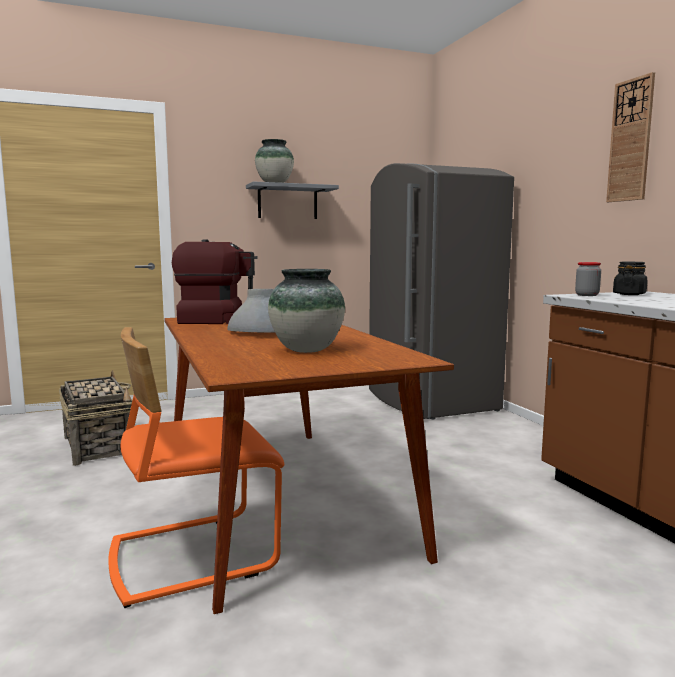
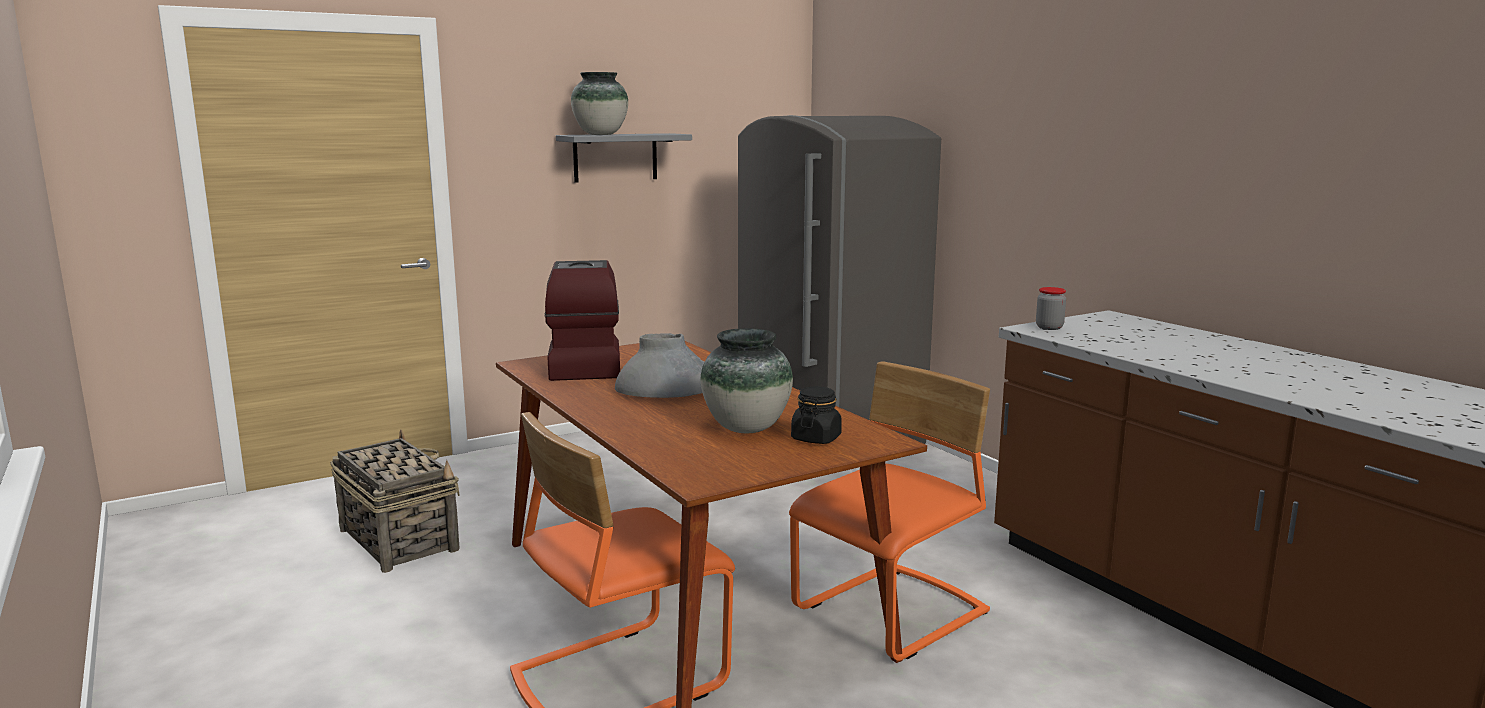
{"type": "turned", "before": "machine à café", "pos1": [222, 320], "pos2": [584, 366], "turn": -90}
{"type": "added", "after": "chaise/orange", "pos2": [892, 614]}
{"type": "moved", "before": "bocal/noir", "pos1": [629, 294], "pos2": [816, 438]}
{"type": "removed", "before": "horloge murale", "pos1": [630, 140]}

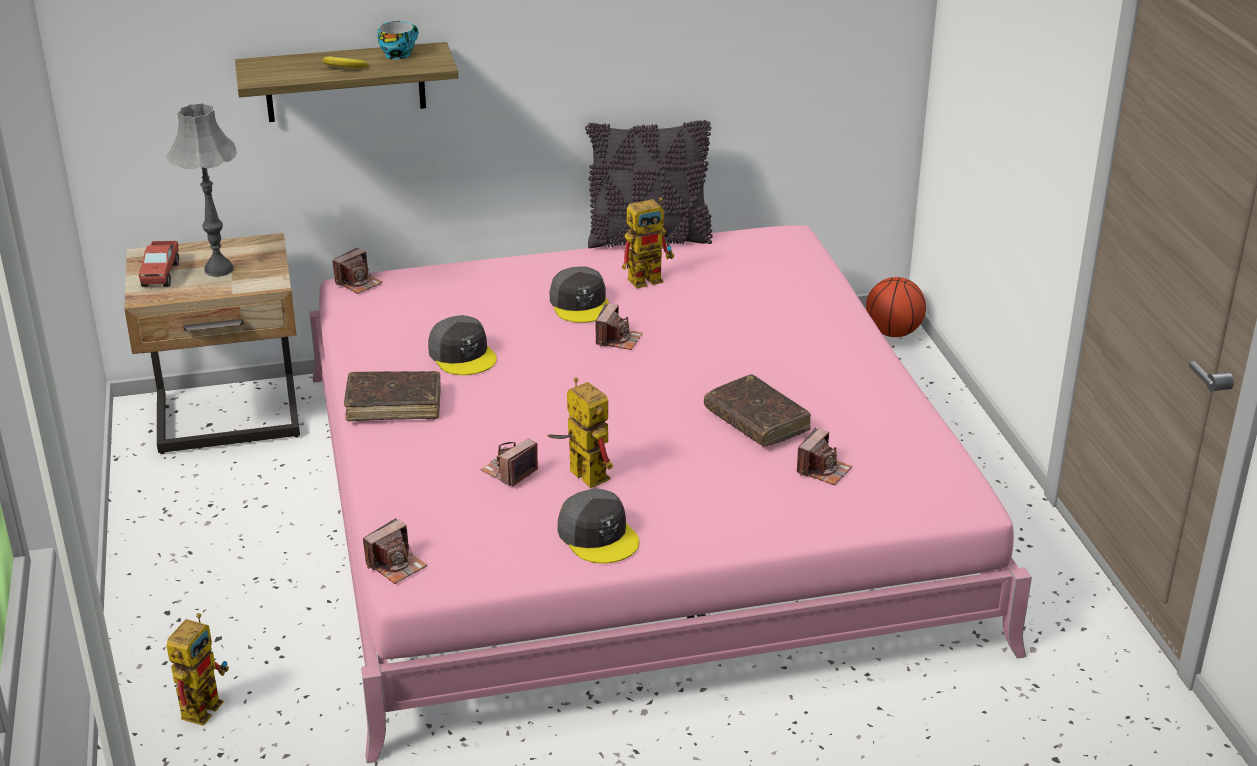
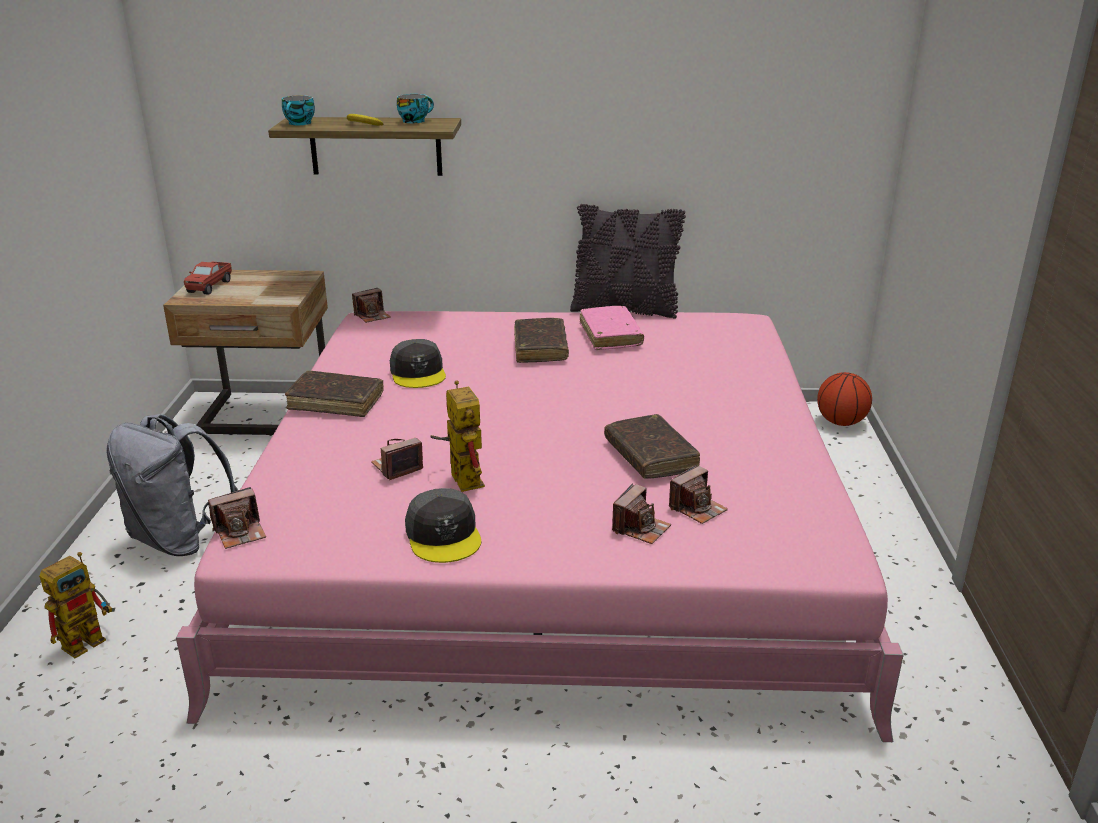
{"type": "added", "after": "sac à dos/gris", "pos2": [179, 539]}
{"type": "added", "after": "tasse", "pos2": [300, 124]}
{"type": "replaced", "before": "casquette/gris", "after": "livre/marron", "pos1": [580, 304], "pos2": [540, 348]}
{"type": "replaced", "before": "robot jouet", "after": "livre/rose", "pos1": [650, 277], "pos2": [610, 335]}
{"type": "moved", "before": "appareil photo", "pos1": [618, 339], "pos2": [640, 528]}
{"type": "removed", "before": "lampe de table/gris", "pos1": [218, 269]}

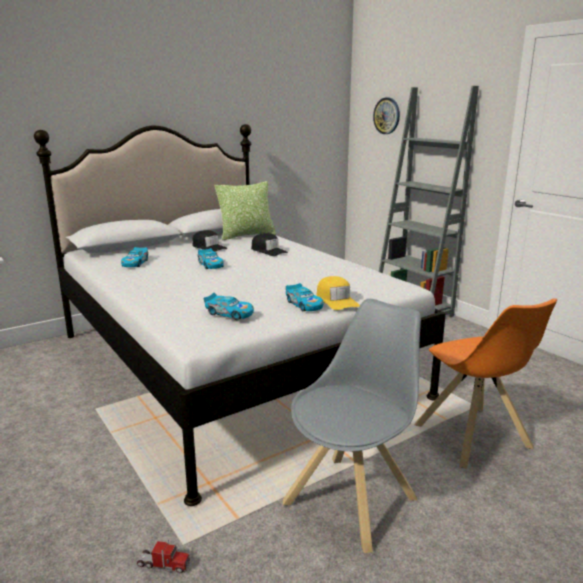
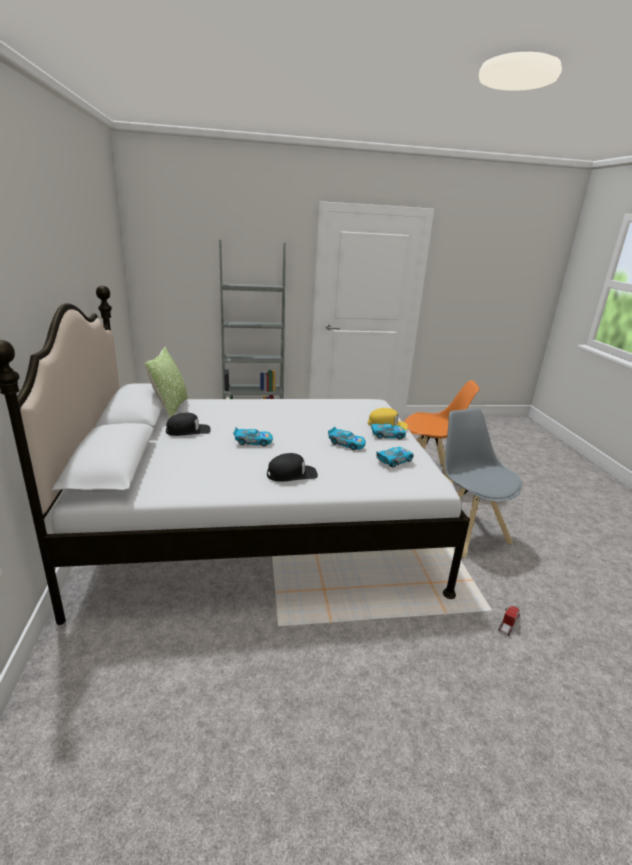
{"type": "moved", "before": "casquette/noir", "pos1": [268, 251], "pos2": [292, 474]}
{"type": "moved", "before": "petite voiture", "pos1": [135, 263], "pos2": [346, 444]}
{"type": "removed", "before": "horloge murale", "pos1": [387, 116]}

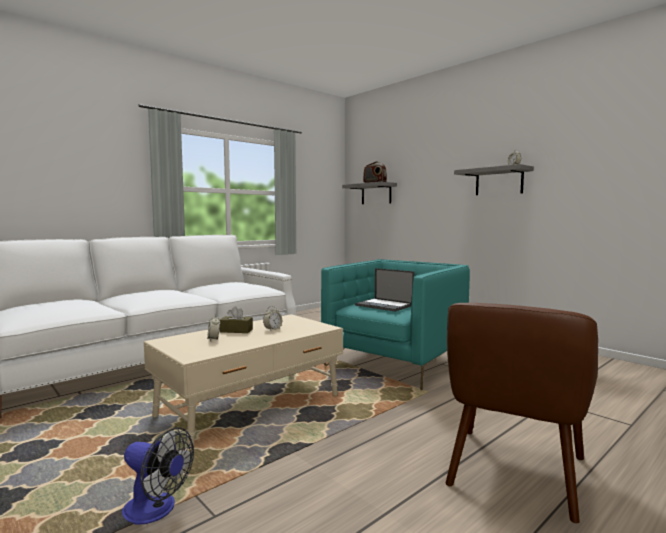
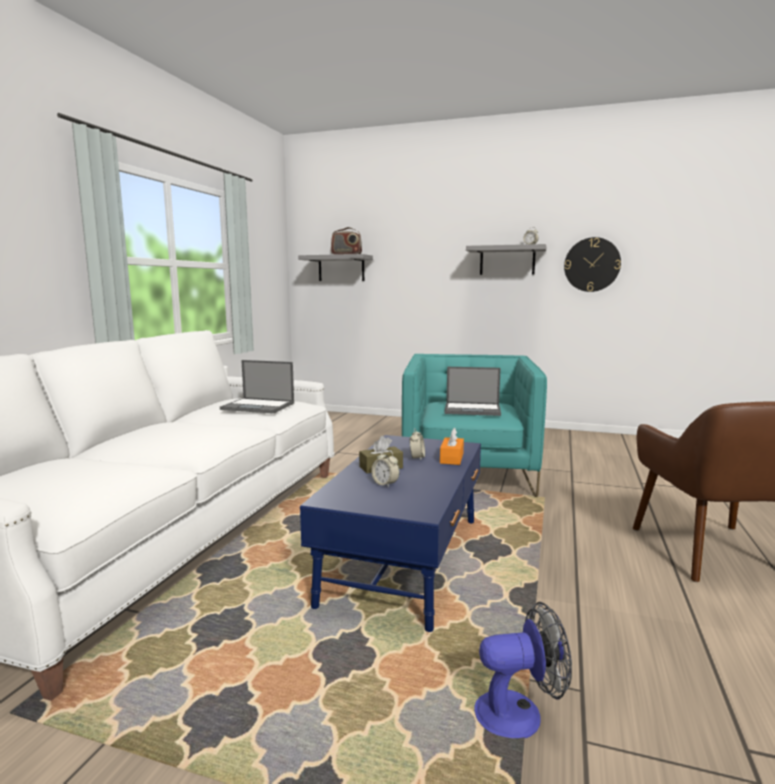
{"type": "added", "after": "ordinateur portable", "pos2": [259, 406]}
{"type": "recoloured", "before": "table basse/beige", "after": "table basse/bleu", "pos1": [251, 405], "pos2": [404, 558]}
{"type": "added", "after": "boîte à mouchoirs/orange", "pos2": [451, 458]}
{"type": "added", "after": "horloge murale", "pos2": [592, 264]}

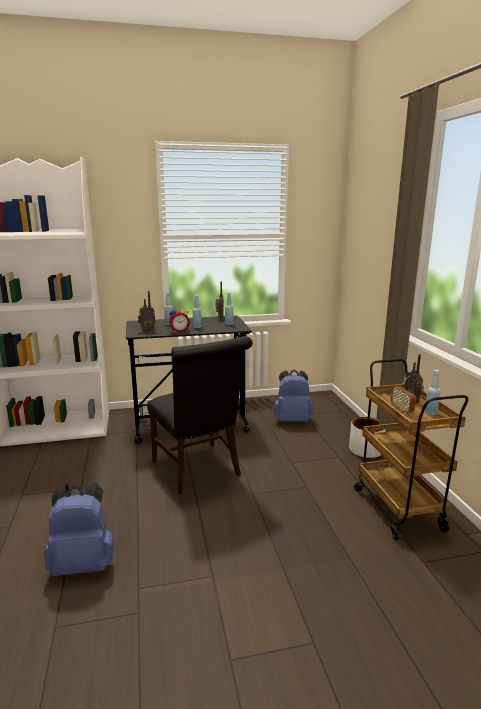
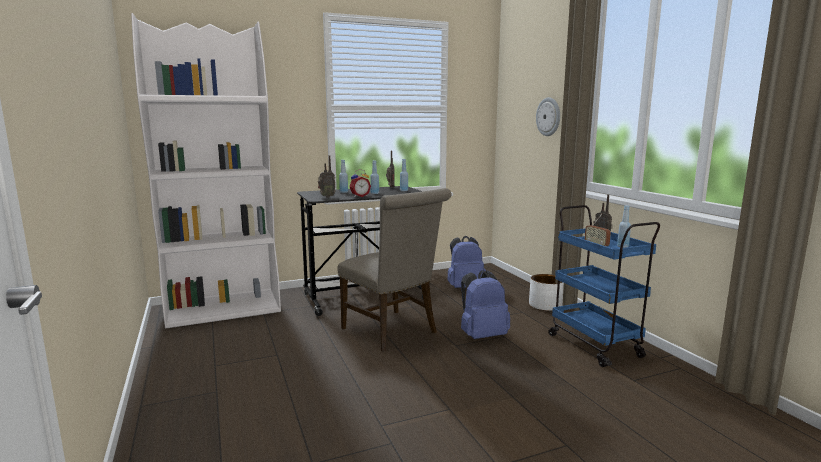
{"type": "recoloured", "before": "chaise/noir", "after": "chaise/beige", "pos1": [199, 470], "pos2": [393, 332]}
{"type": "moved", "before": "sac à dos/bleu", "pos1": [84, 563], "pos2": [482, 336]}
{"type": "added", "after": "horloge murale", "pos2": [548, 117]}
{"type": "recoloured", "before": "chariot/marron", "after": "chariot/bleu", "pos1": [398, 510], "pos2": [595, 346]}

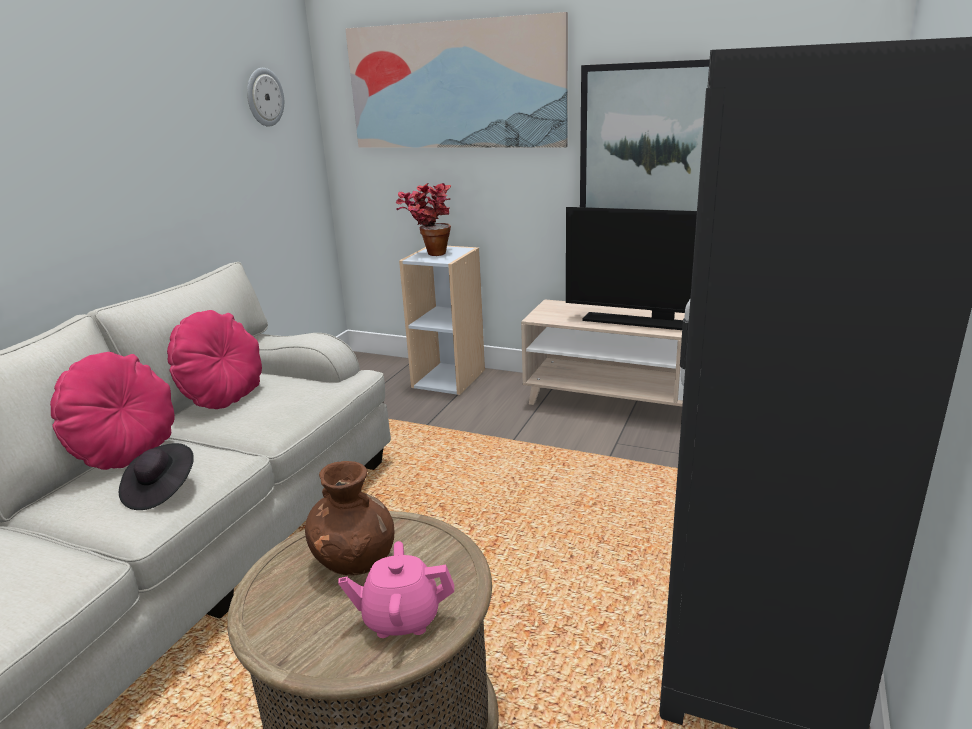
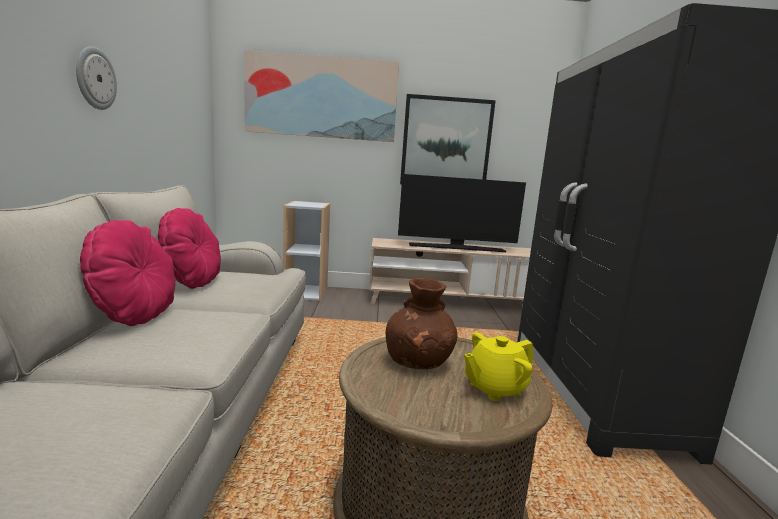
{"type": "moved", "before": "horloge murale", "pos1": [264, 97], "pos2": [95, 78]}
{"type": "recoloured", "before": "théière/rose", "after": "théière/jaune", "pos1": [401, 618], "pos2": [494, 388]}
{"type": "removed", "before": "chapeau/noir", "pos1": [160, 491]}
{"type": "removed", "before": "plante en pot", "pos1": [429, 254]}

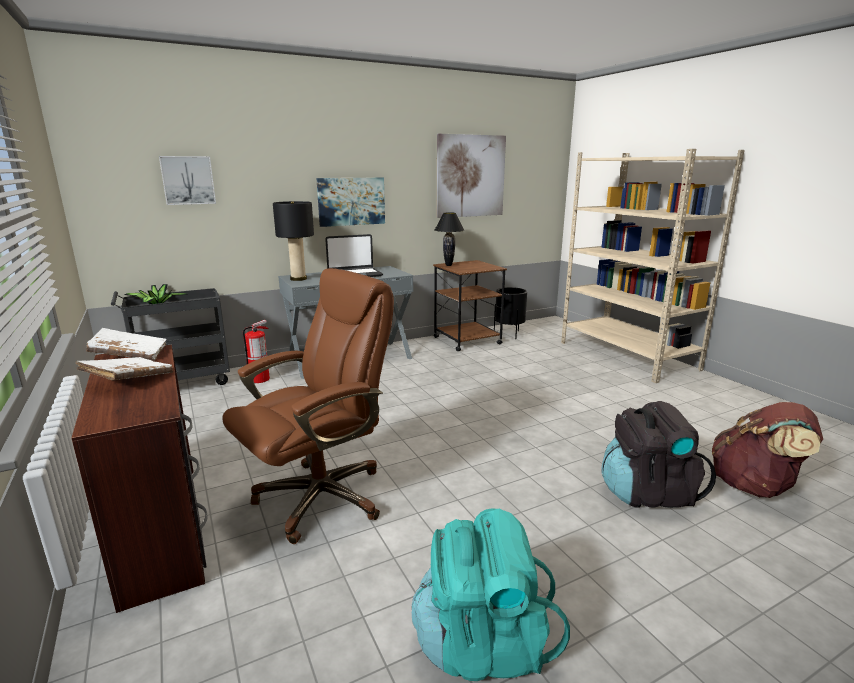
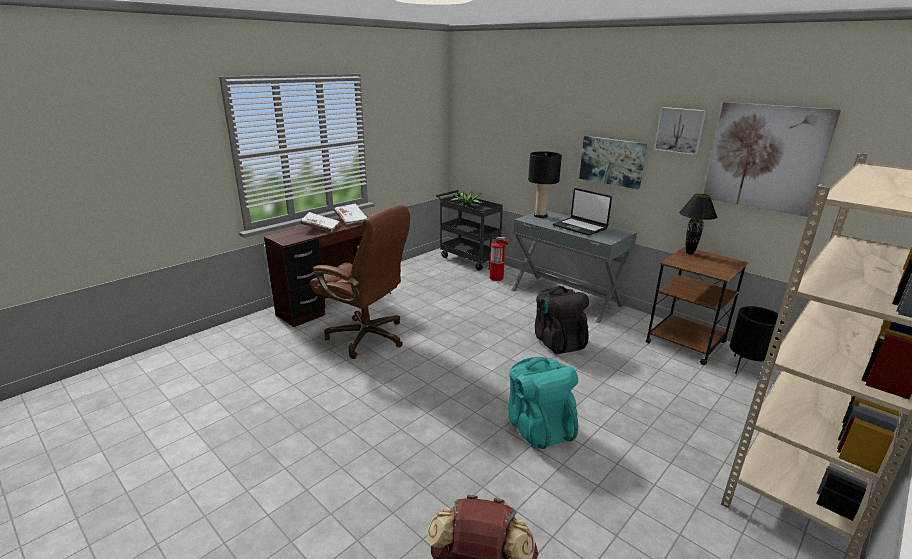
{"type": "moved", "before": "sac à dos/turquoise", "pos1": [482, 643], "pos2": [538, 427]}
{"type": "moved", "before": "sac à dos/noir", "pos1": [647, 493], "pos2": [557, 341]}
{"type": "moved", "before": "tableau", "pos1": [188, 180], "pos2": [680, 130]}

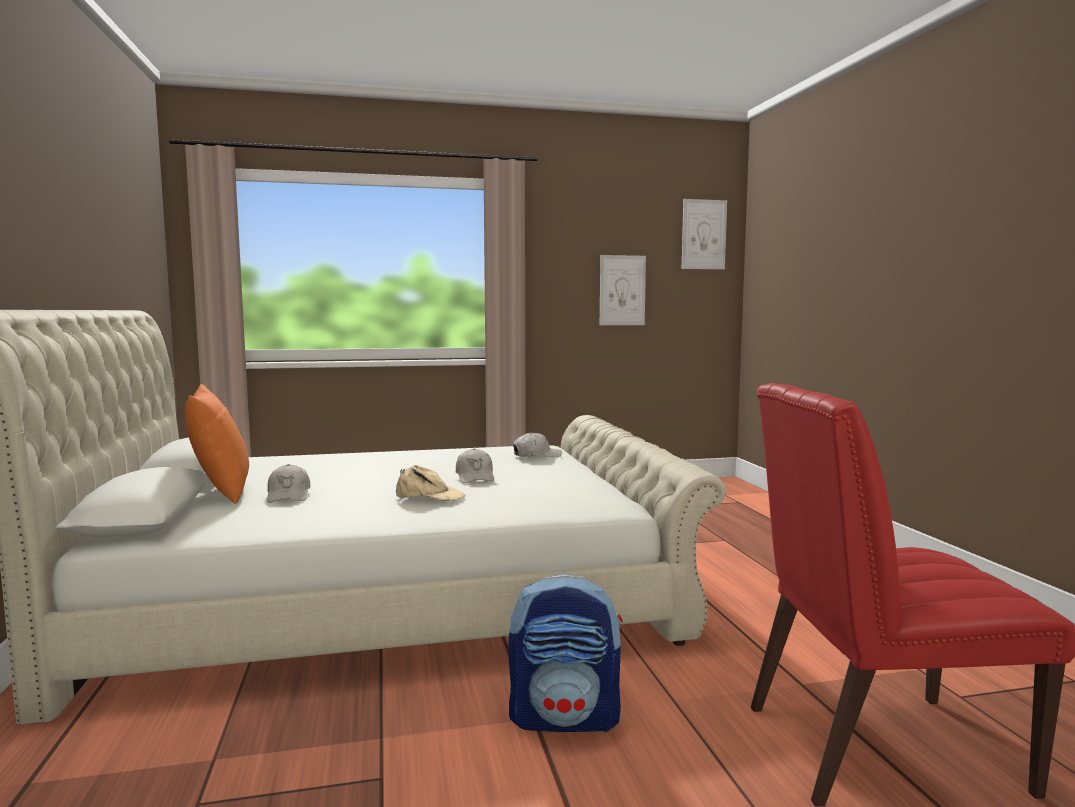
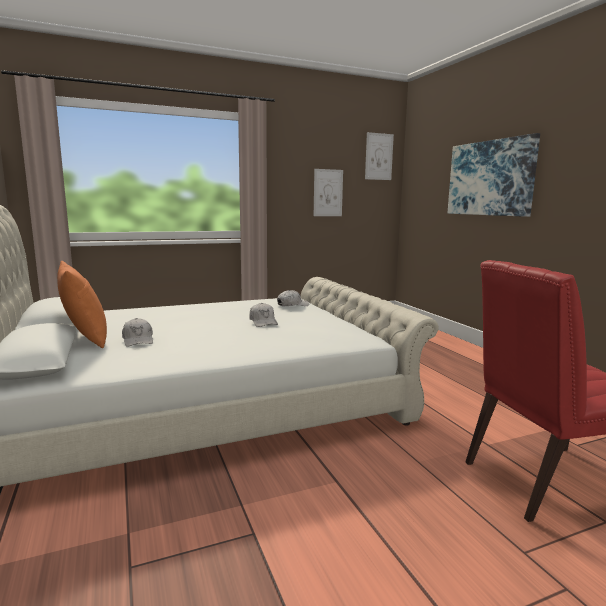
{"type": "added", "after": "tableau", "pos2": [490, 178]}
{"type": "removed", "before": "casquette/beige", "pos1": [430, 496]}
{"type": "removed", "before": "sac à dos", "pos1": [565, 718]}

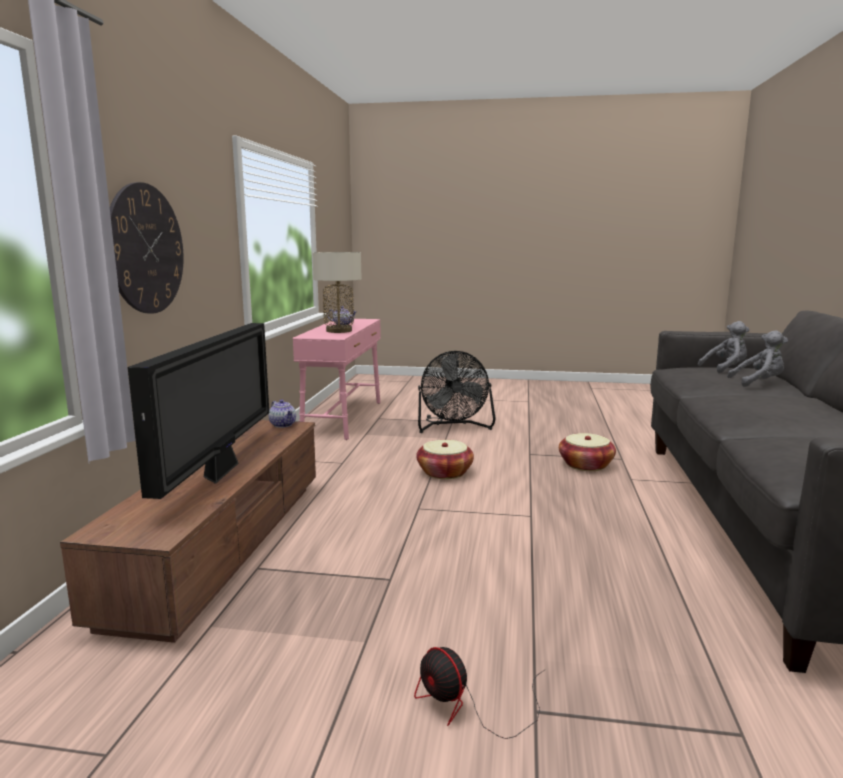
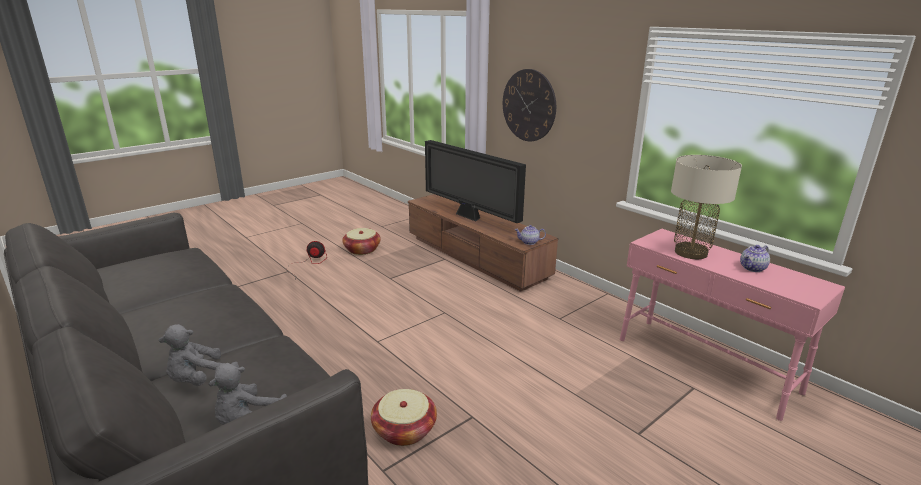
{"type": "moved", "before": "panier", "pos1": [445, 473], "pos2": [362, 250]}
{"type": "removed", "before": "ventilateur/noir", "pos1": [450, 427]}

